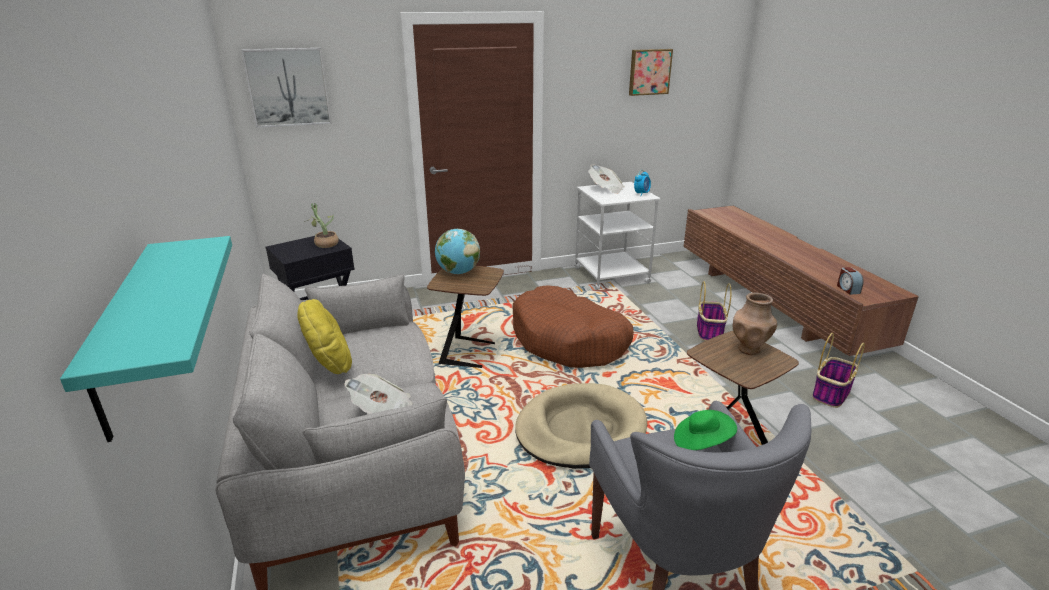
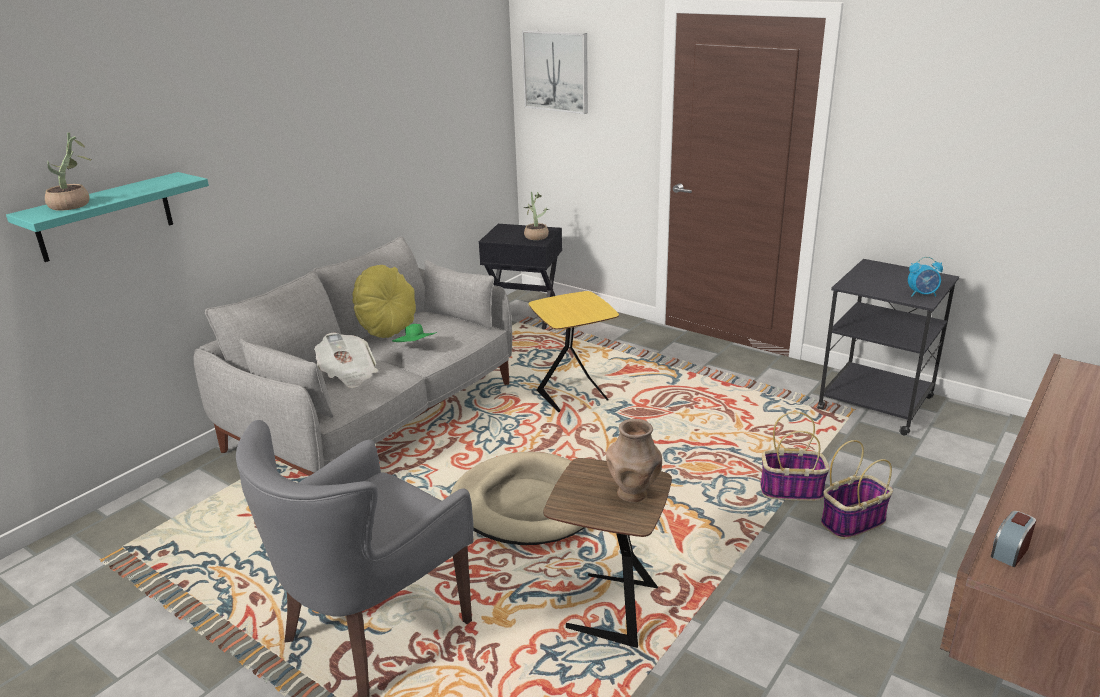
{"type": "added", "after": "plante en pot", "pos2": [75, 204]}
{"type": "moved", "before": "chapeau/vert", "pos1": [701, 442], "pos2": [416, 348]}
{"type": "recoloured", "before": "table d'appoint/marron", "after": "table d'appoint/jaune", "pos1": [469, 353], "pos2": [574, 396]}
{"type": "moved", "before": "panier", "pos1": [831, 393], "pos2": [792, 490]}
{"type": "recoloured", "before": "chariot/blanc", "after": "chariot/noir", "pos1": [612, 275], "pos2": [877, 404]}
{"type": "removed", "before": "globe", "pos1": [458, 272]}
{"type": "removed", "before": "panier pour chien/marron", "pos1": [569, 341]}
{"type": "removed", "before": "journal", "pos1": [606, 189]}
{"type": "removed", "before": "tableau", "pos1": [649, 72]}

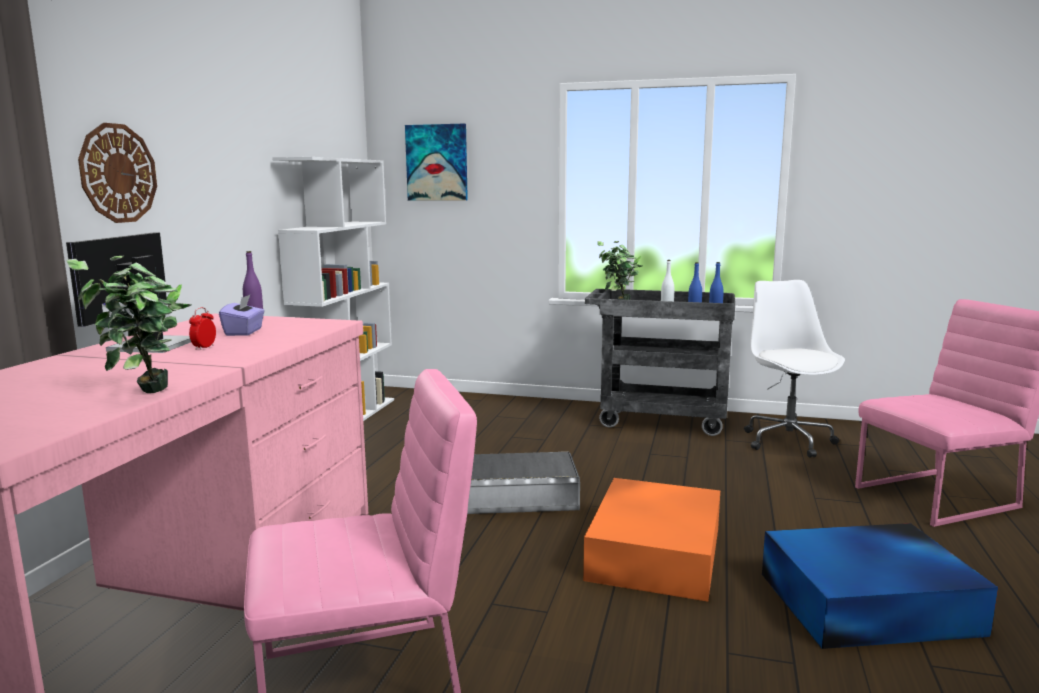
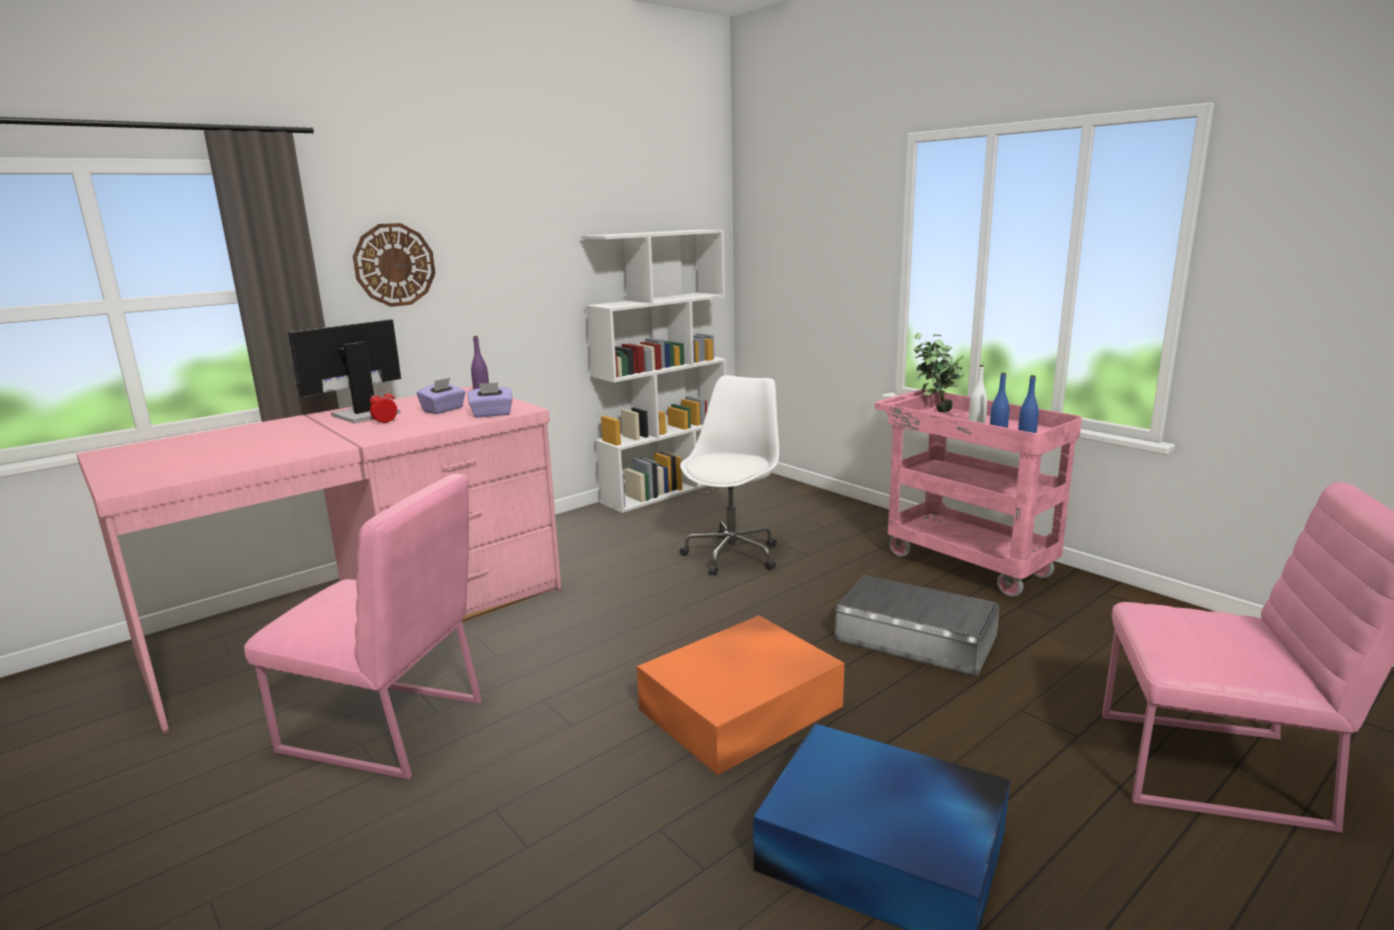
{"type": "added", "after": "boîte à mouchoirs/violet", "pos2": [492, 414]}
{"type": "moved", "before": "chaise de bureau/blanc", "pos1": [787, 441], "pos2": [733, 555]}
{"type": "moved", "before": "boîte de rangement/gris", "pos1": [514, 496], "pos2": [915, 638]}
{"type": "recoloured", "before": "chariot/noir", "after": "chariot/rose", "pos1": [656, 423], "pos2": [961, 564]}
{"type": "removed", "before": "plante en pot", "pos1": [144, 395]}
{"type": "removed", "before": "tableau", "pos1": [437, 162]}

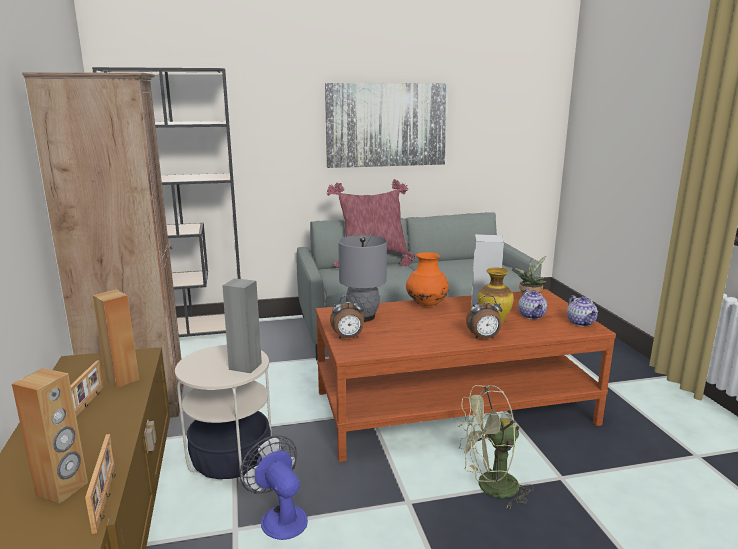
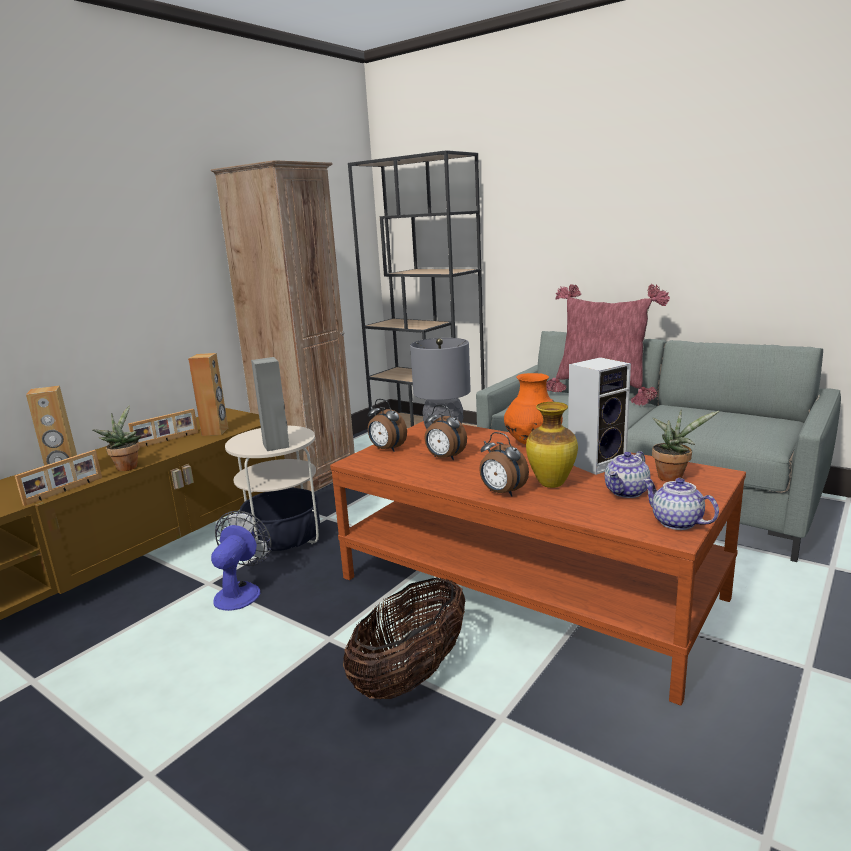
{"type": "added", "after": "plante en pot", "pos2": [126, 467]}
{"type": "replaced", "before": "ventilateur/vert", "after": "panier", "pos1": [490, 488], "pos2": [411, 675]}
{"type": "added", "after": "réveil", "pos2": [444, 458]}
{"type": "turned", "before": "théière", "pos1": [581, 322], "pos2": [676, 522], "turn": 105}
{"type": "removed", "before": "tableau", "pos1": [386, 125]}

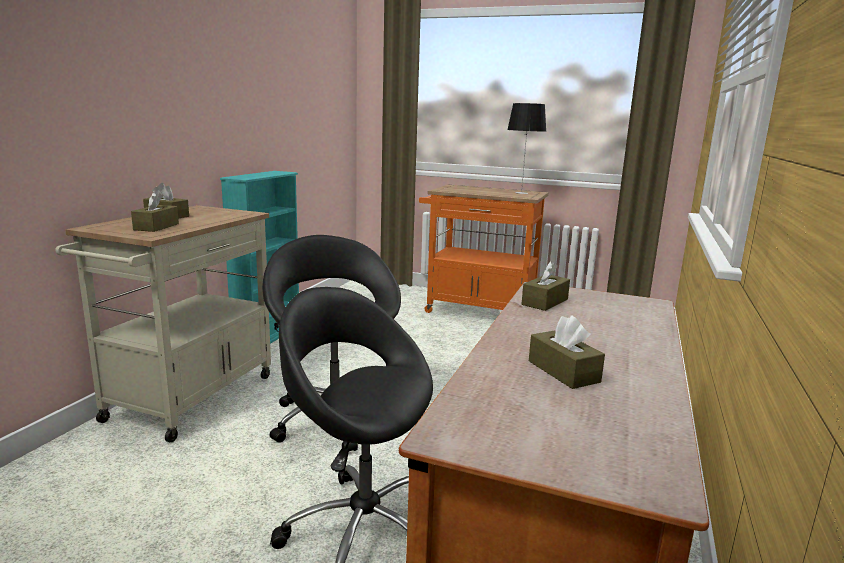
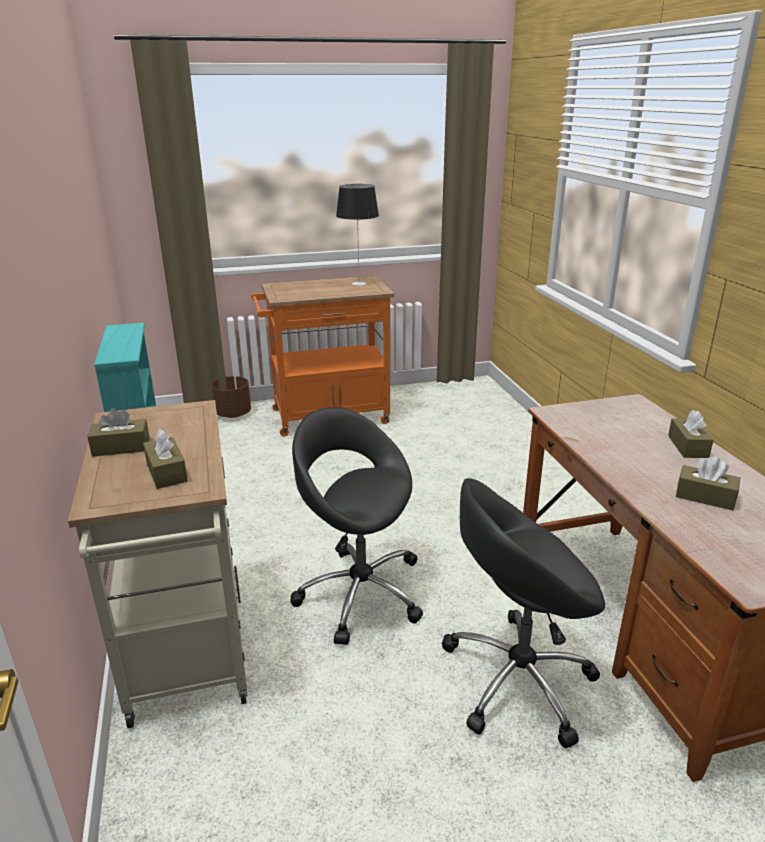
{"type": "added", "after": "cache-pot/marron", "pos2": [233, 414]}
{"type": "moved", "before": "boîte à mouchoirs/marron", "pos1": [545, 302], "pos2": [687, 446]}

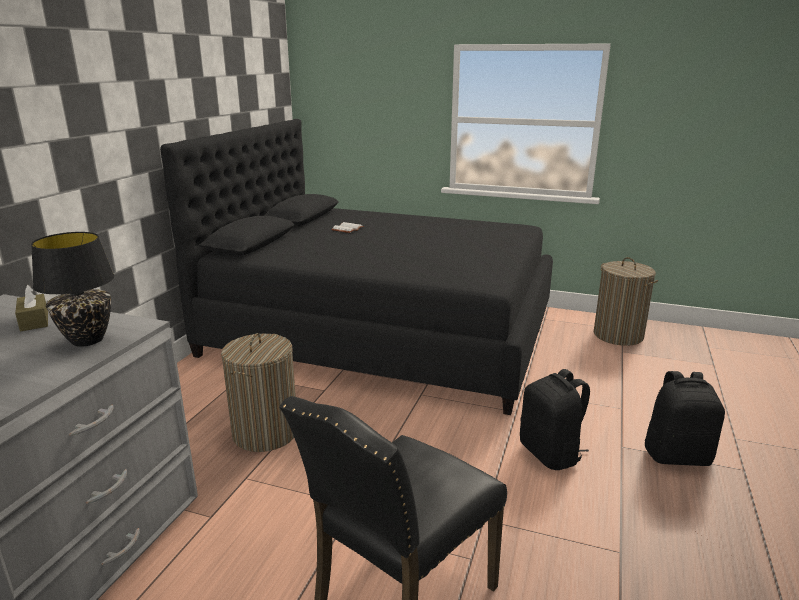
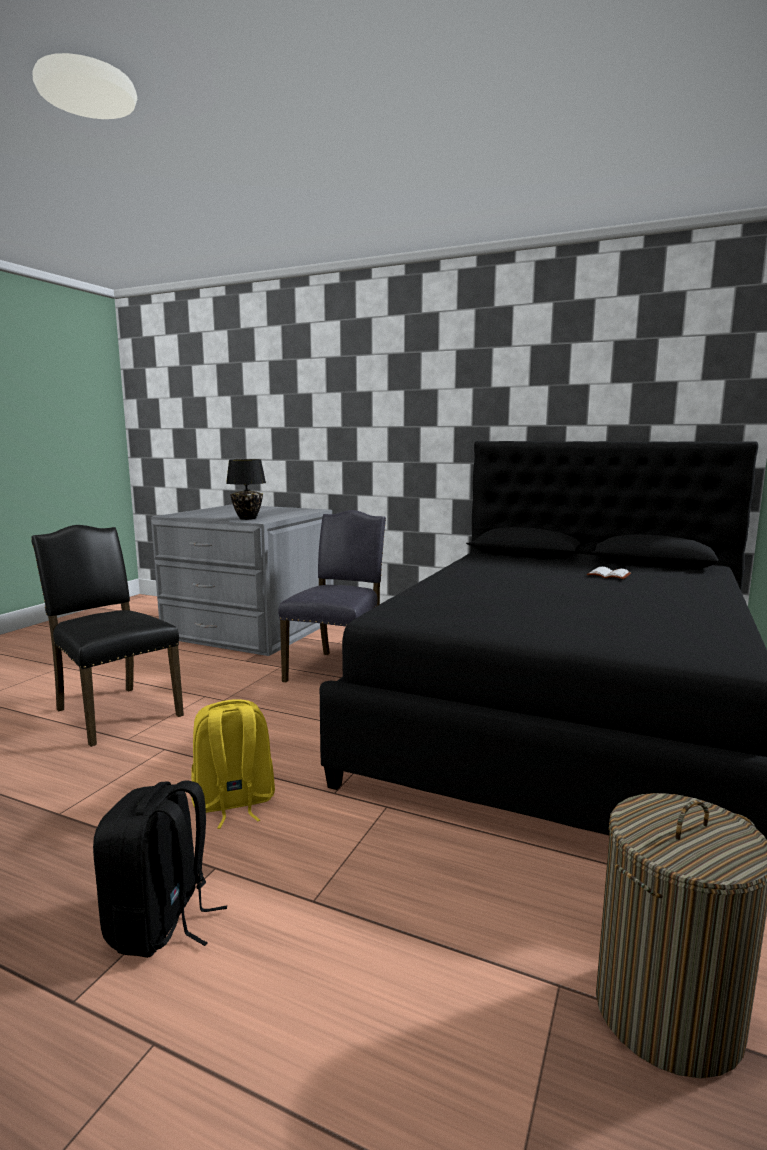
{"type": "recoloured", "before": "sac à dos/noir", "after": "sac à dos/jaune", "pos1": [551, 454], "pos2": [233, 803]}
{"type": "replaced", "before": "panier à linge", "after": "chaise/gris", "pos1": [265, 432], "pos2": [338, 669]}
{"type": "removed", "before": "boîte à mouchoirs/marron", "pos1": [34, 321]}

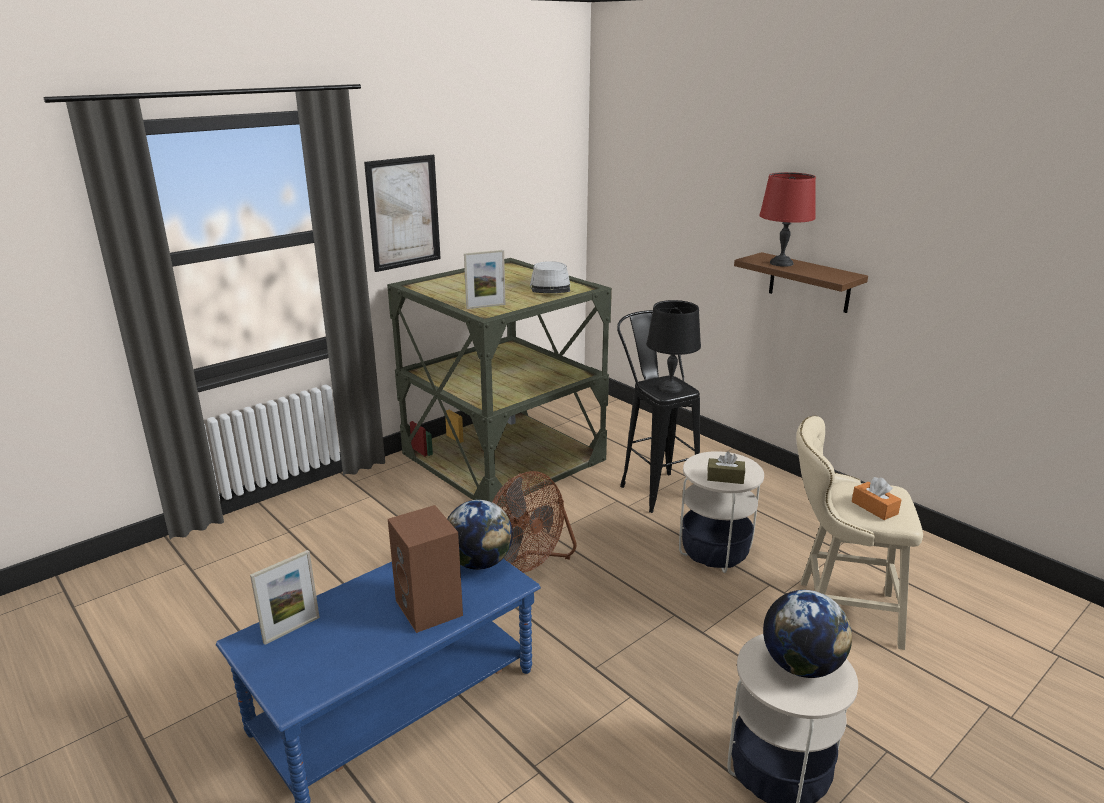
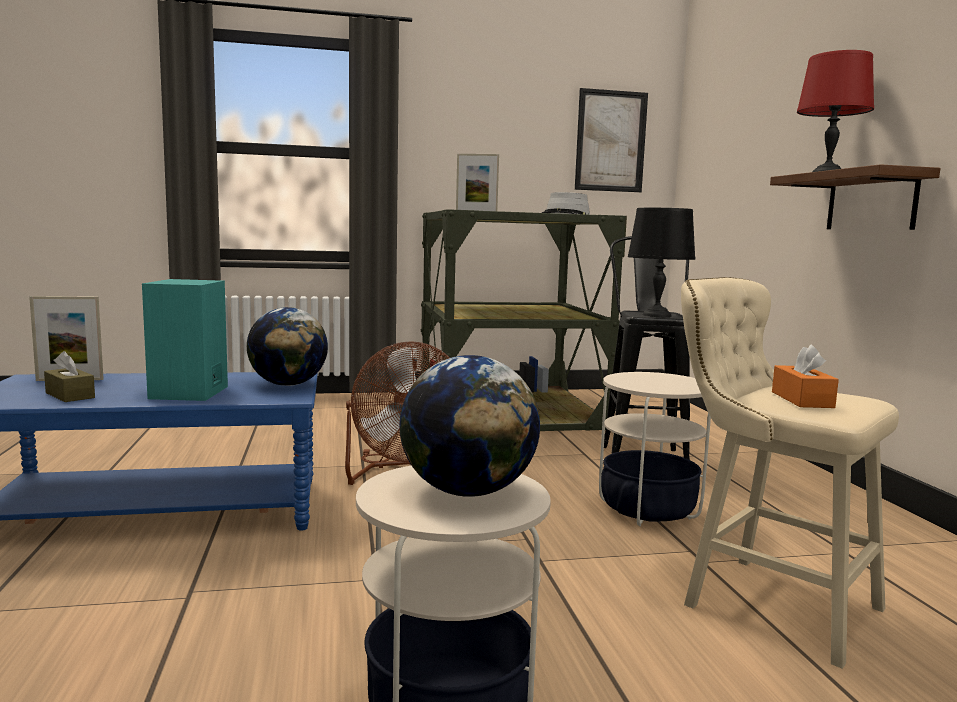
{"type": "moved", "before": "boîte à mouchoirs/marron", "pos1": [725, 477], "pos2": [70, 395]}
{"type": "recoloured", "before": "enceinte/marron", "after": "enceinte/turquoise", "pos1": [431, 608], "pos2": [190, 393]}
{"type": "moved", "before": "tableau", "pos1": [403, 212], "pos2": [610, 141]}

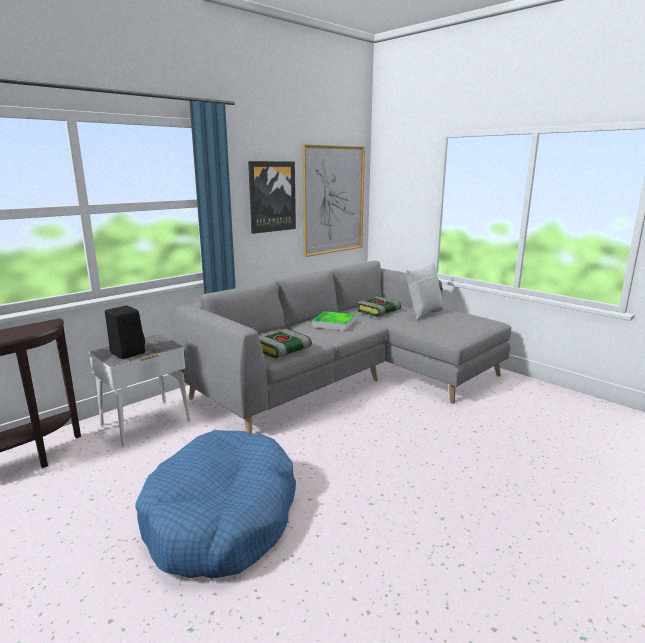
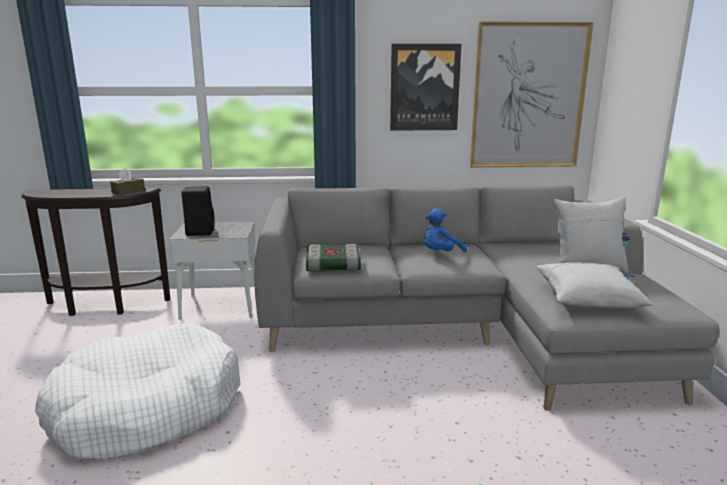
{"type": "recoloured", "before": "panier pour chien/bleu", "after": "panier pour chien/blanc", "pos1": [222, 517], "pos2": [147, 409]}
{"type": "added", "after": "boîte à mouchoirs/marron", "pos2": [128, 192]}
{"type": "replaced", "before": "plateau", "after": "peluche/bleu", "pos1": [334, 323], "pos2": [440, 253]}
{"type": "added", "after": "coussin/gris", "pos2": [587, 300]}
{"type": "removed", "before": "livre", "pos1": [378, 312]}

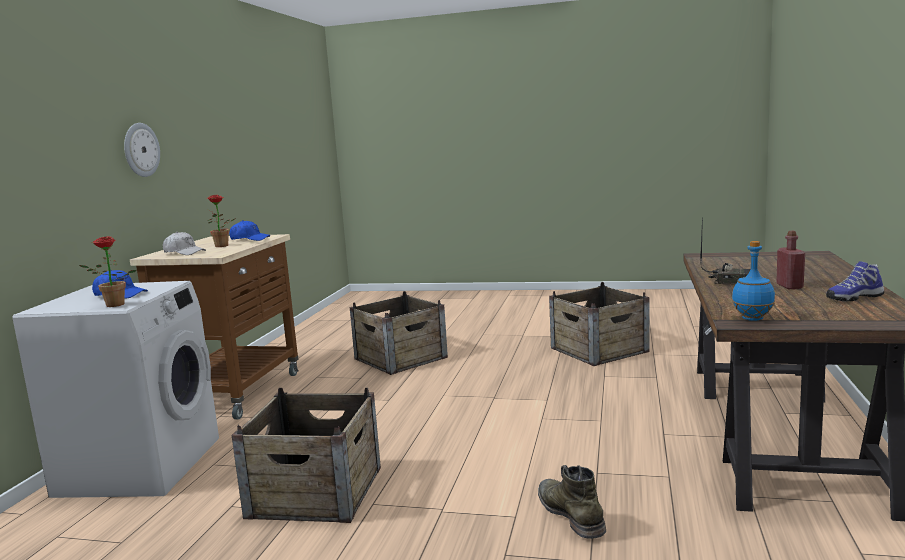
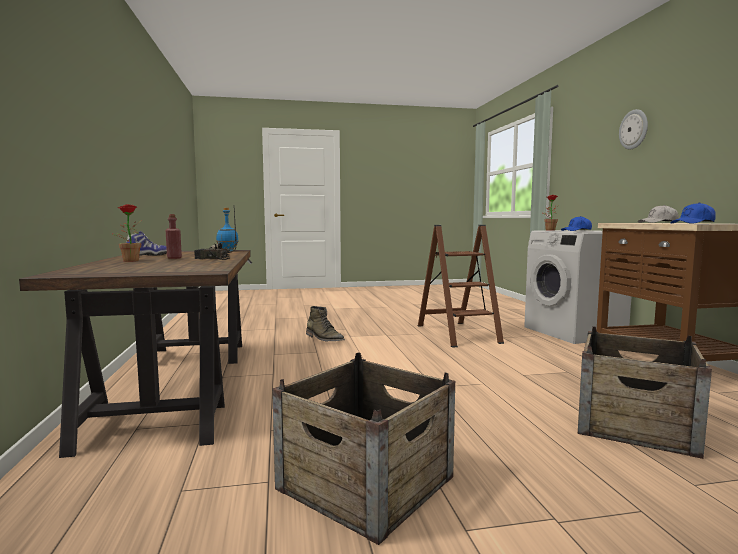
{"type": "moved", "before": "plante en pot", "pos1": [222, 246], "pos2": [129, 261]}
{"type": "replaced", "before": "caisse", "after": "escabeau/marron", "pos1": [315, 492], "pos2": [457, 333]}
{"type": "moved", "before": "horloge murale", "pos1": [141, 150], "pos2": [634, 129]}

